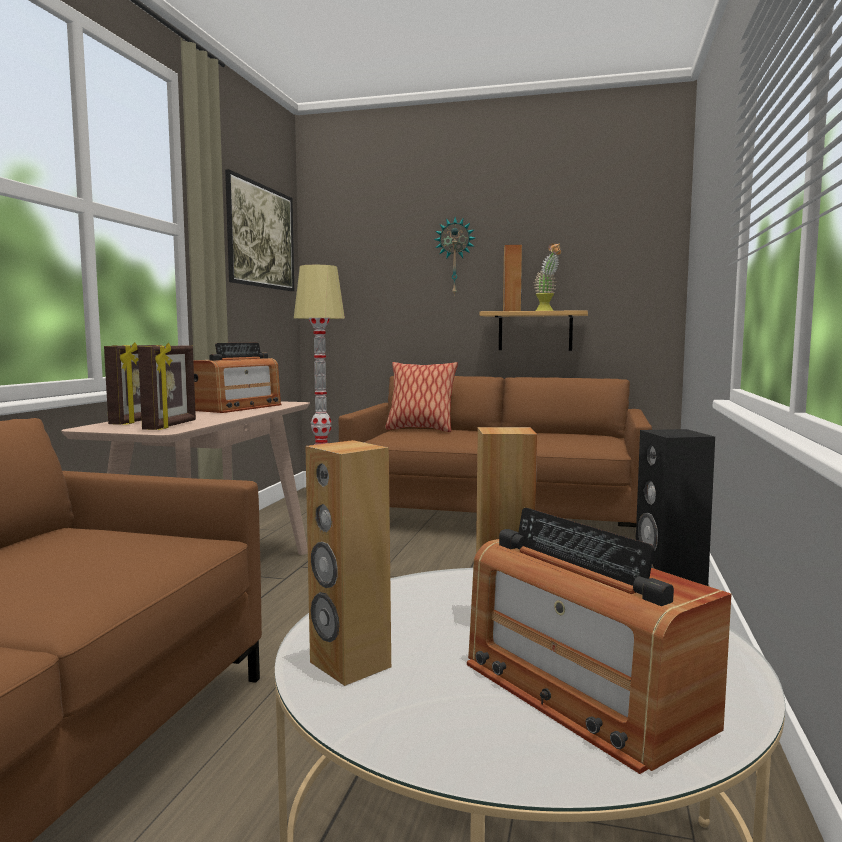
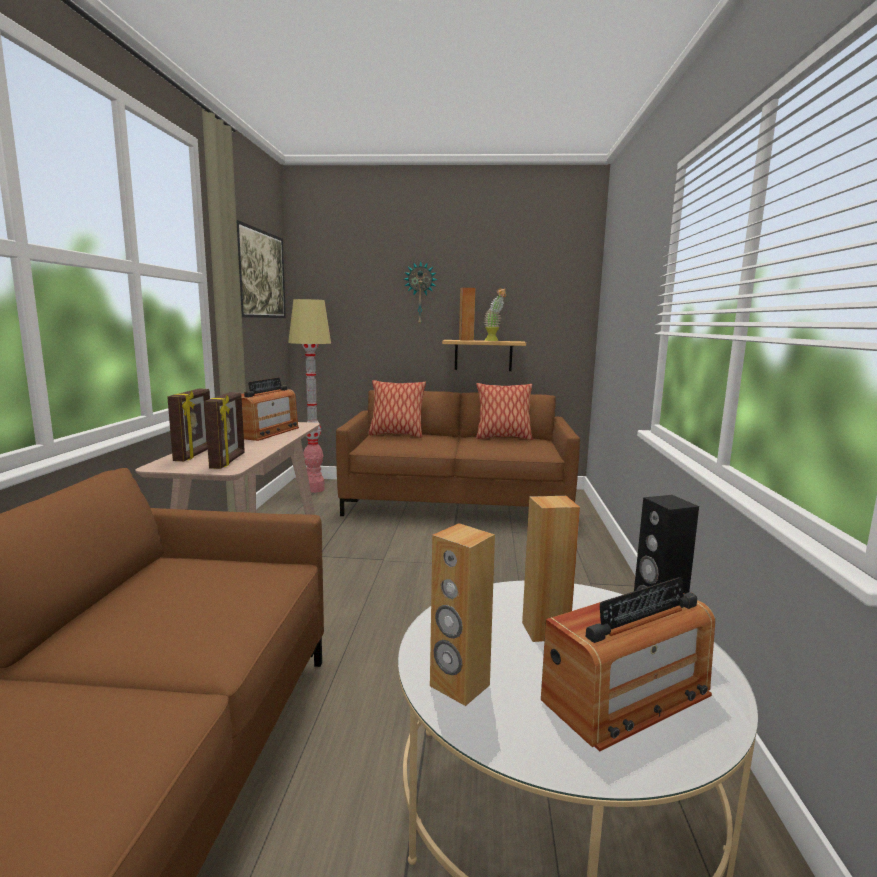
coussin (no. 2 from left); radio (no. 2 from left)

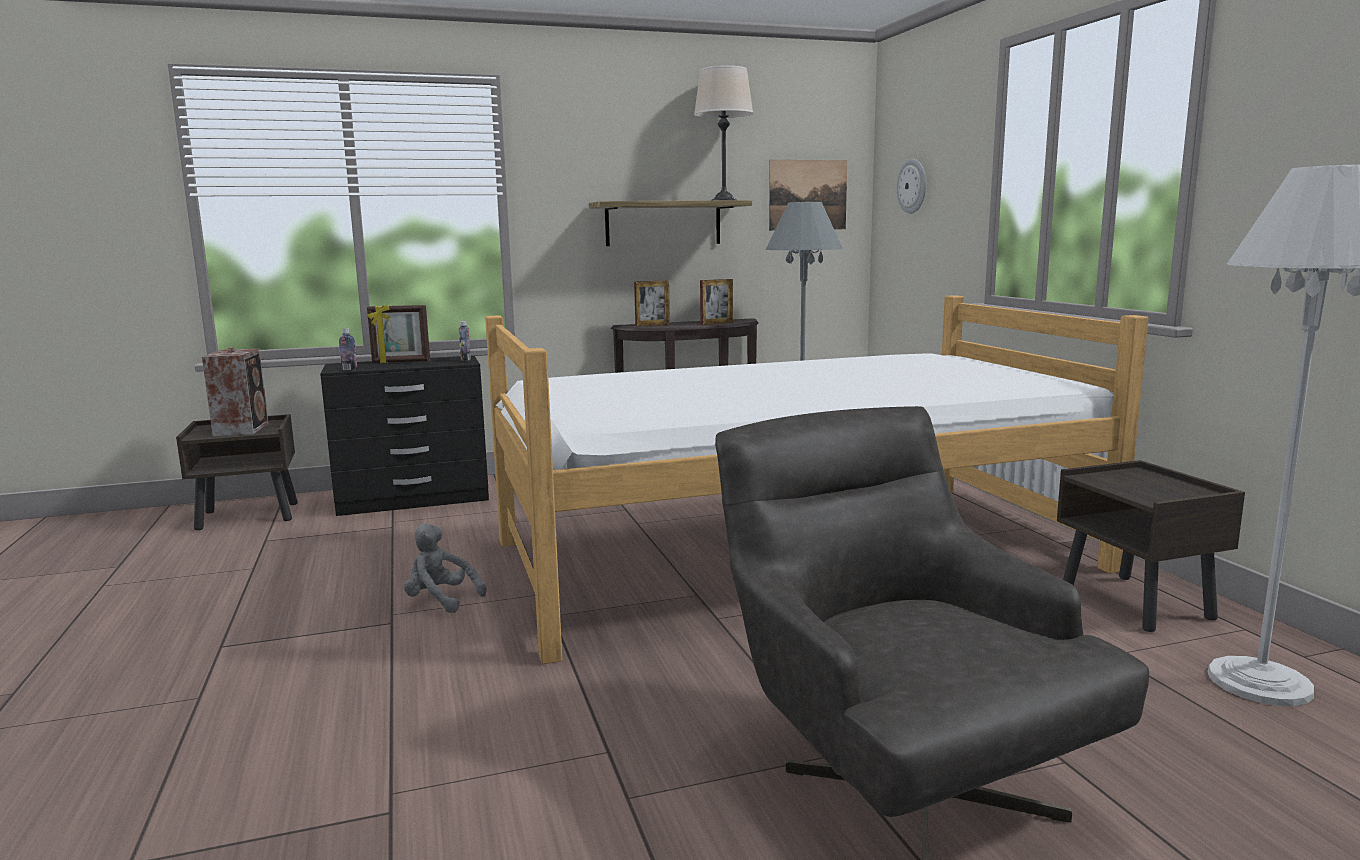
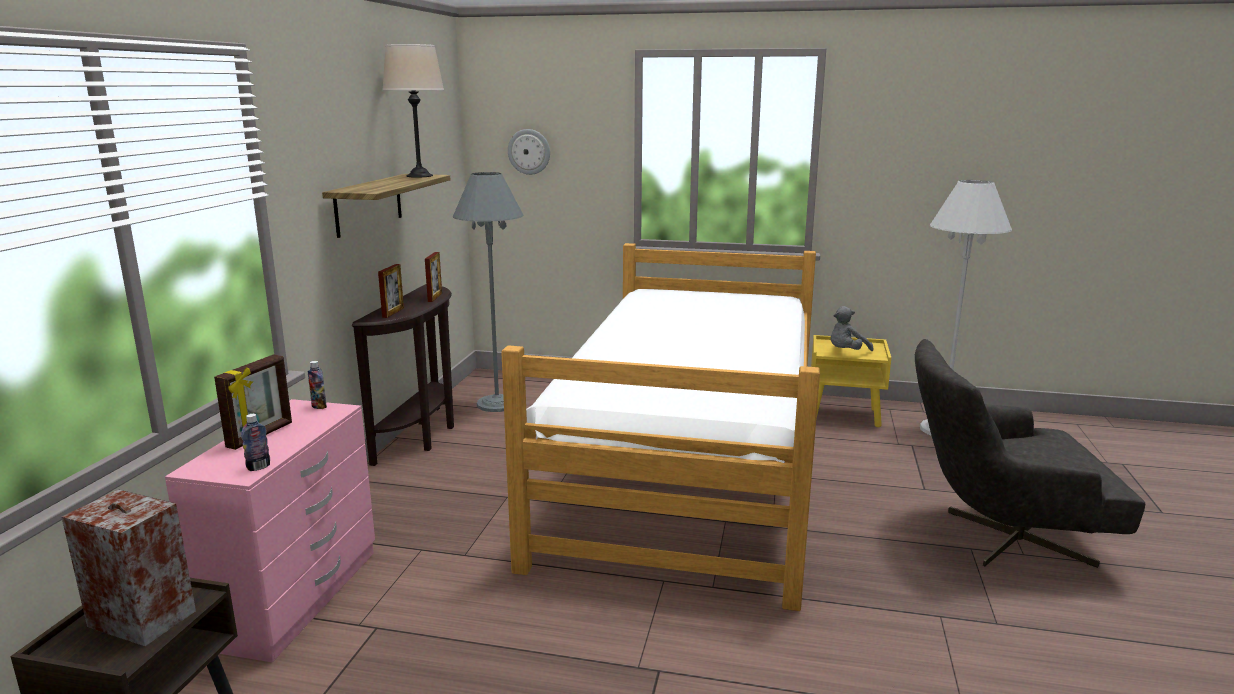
tableau; peluche/gris; commode/rose; table de chevet/jaune

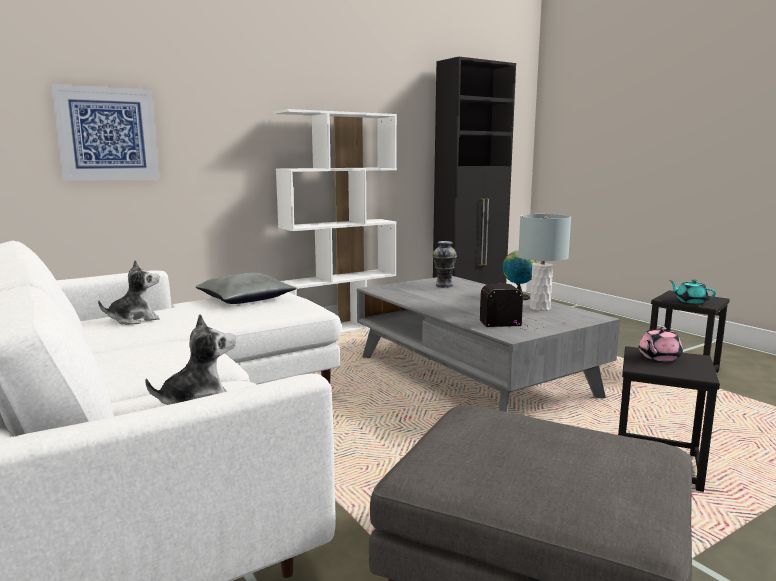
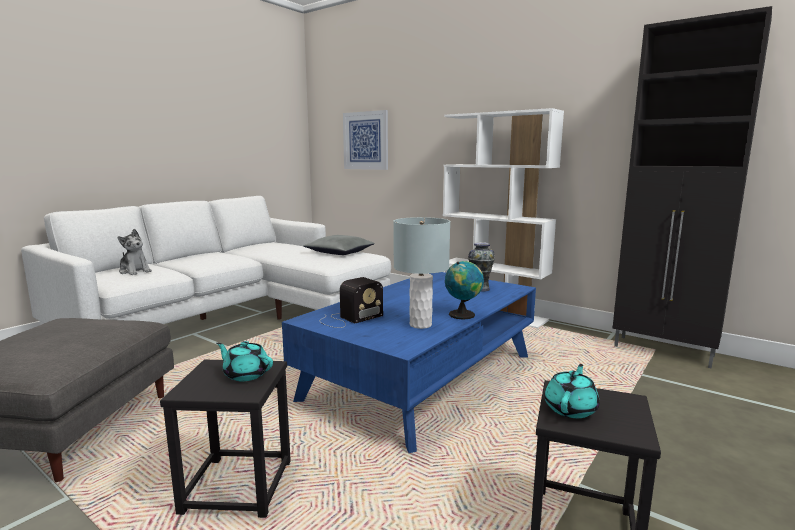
peluche (no. 1 from left in the first image); table basse/bleu; théière/turquoise (no. 1 from left); radio

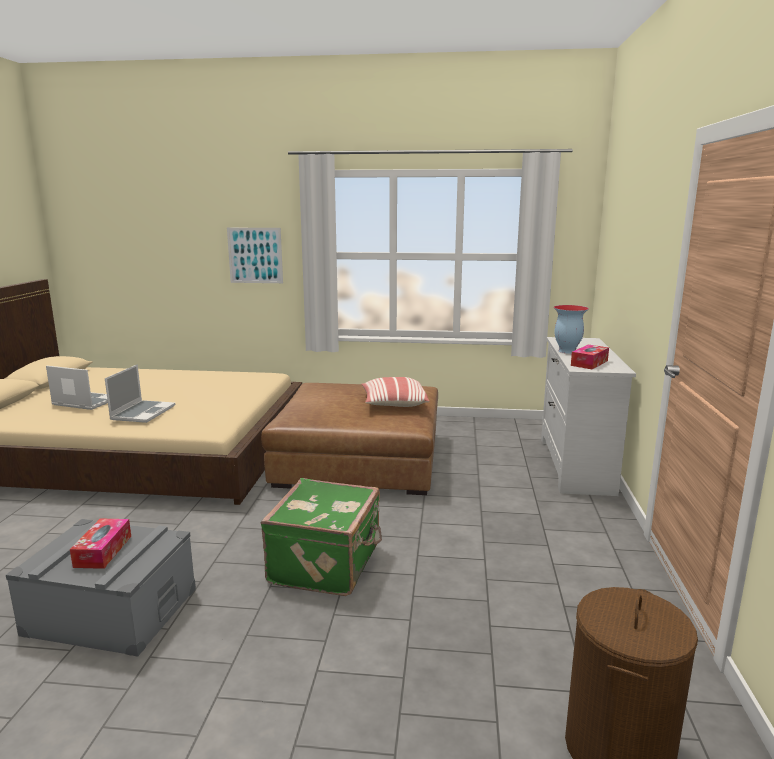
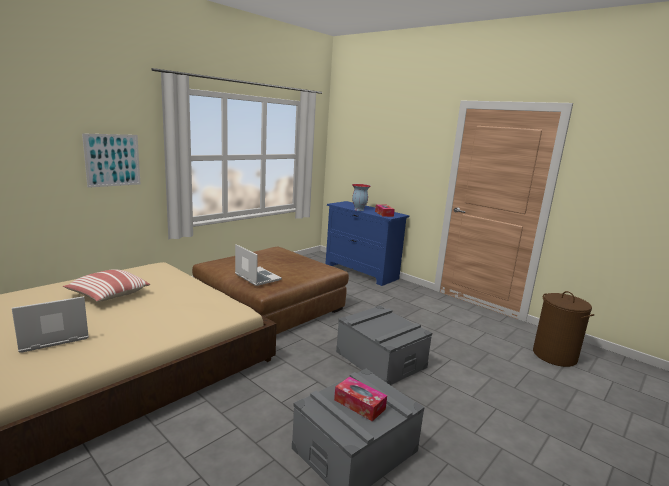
ordinateur portable (no. 2 from left); coussin; boîte de rangement/gris (no. 2 from left); commode/bleu

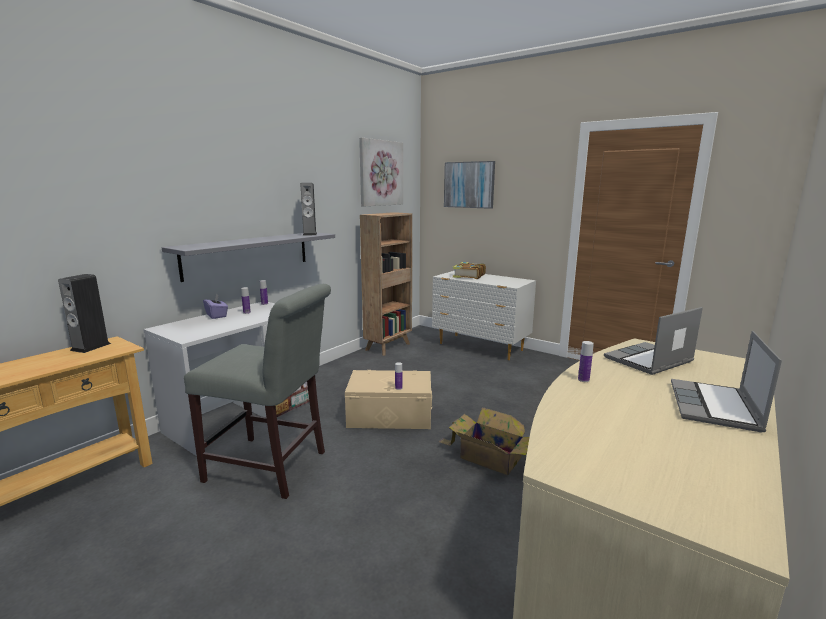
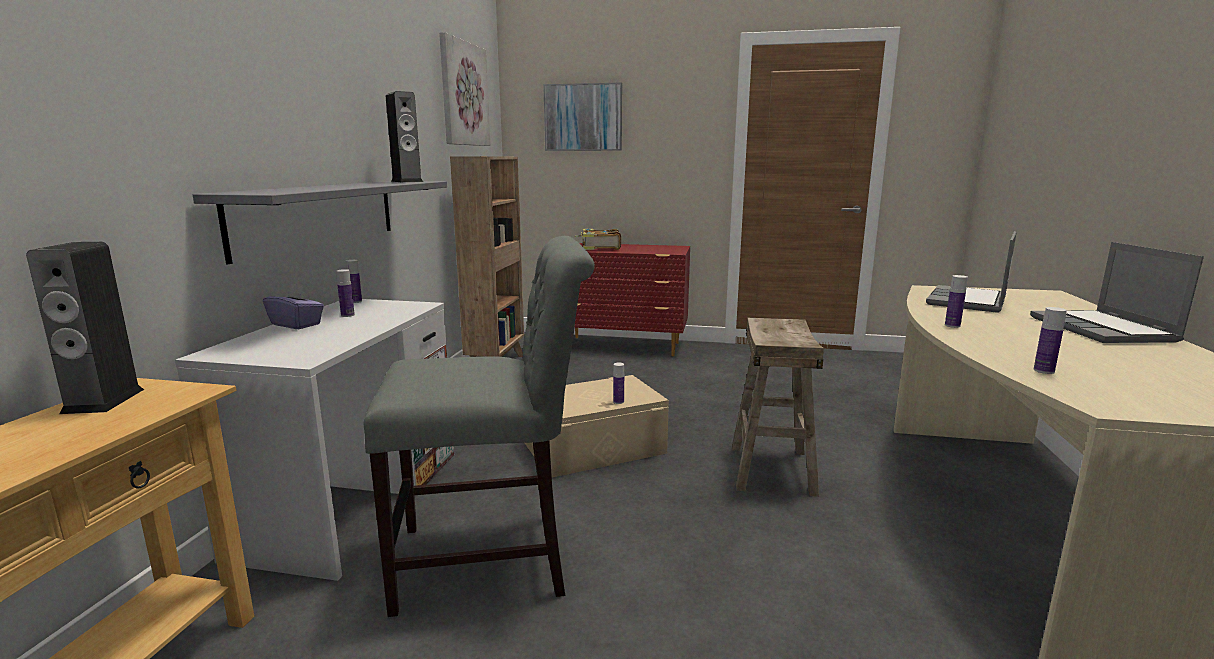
bouteille (no. 5 from left); tabouret/beige; commode/rouge

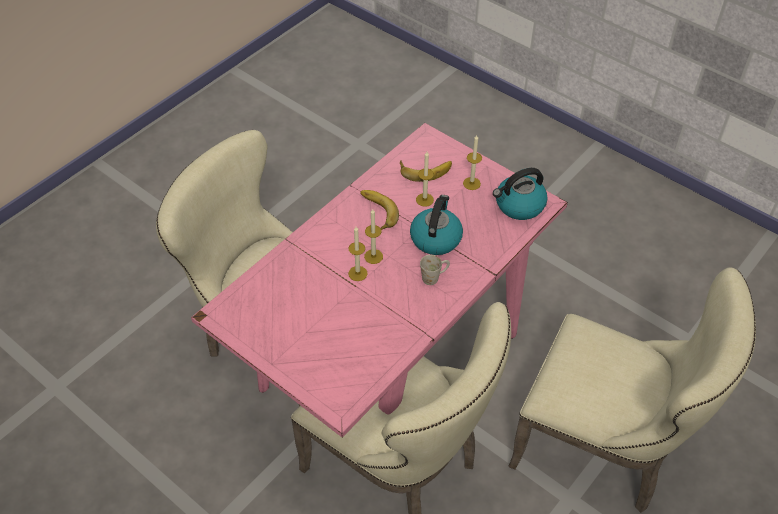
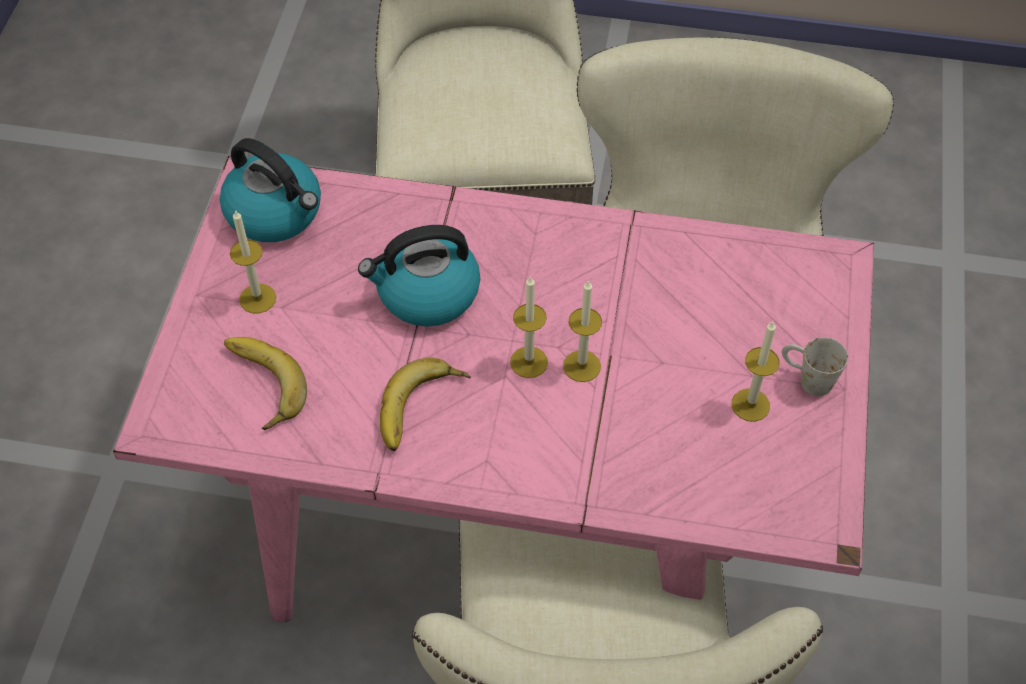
bougie (no. 4 from left); mug/blanc

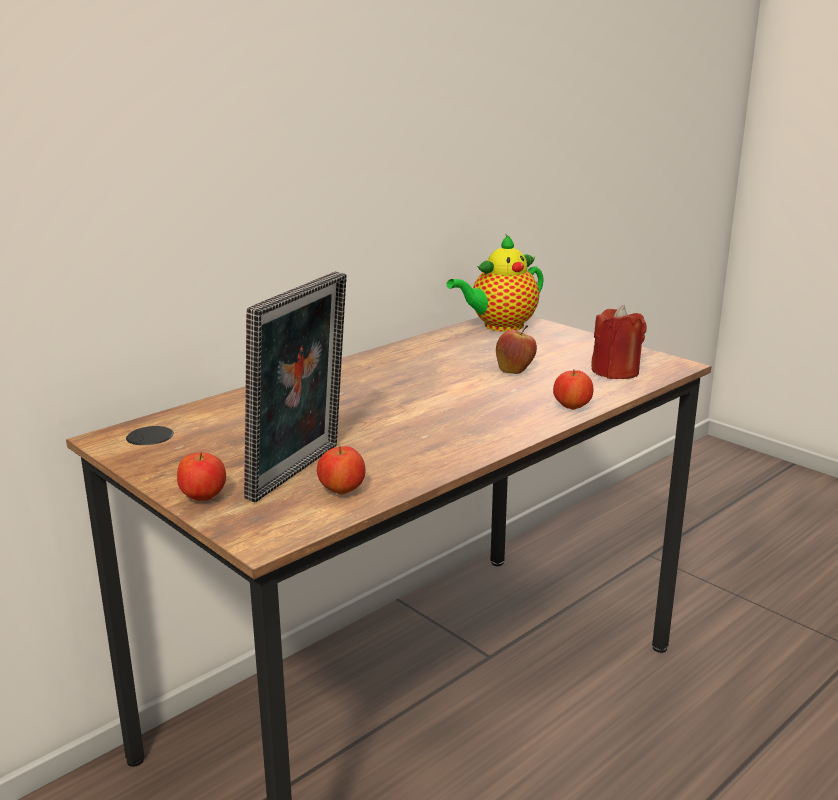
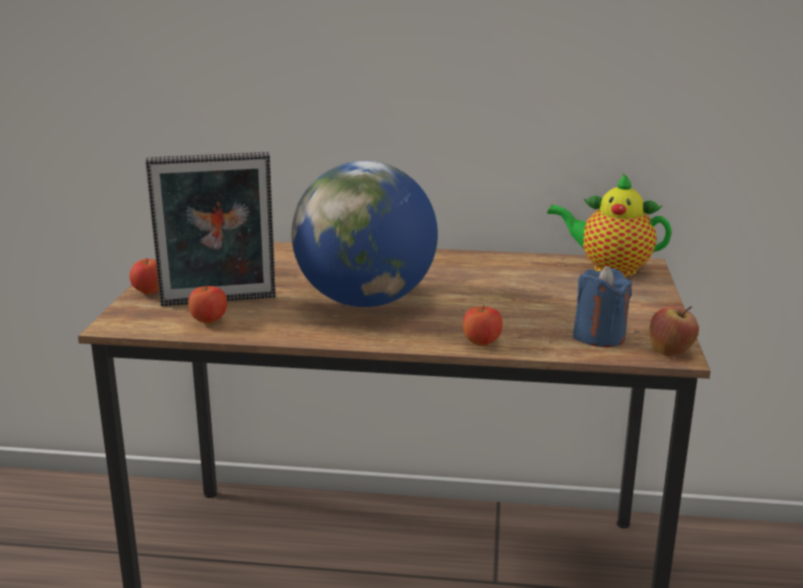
globe; pomme (no. 4 from left); bougie/bleu

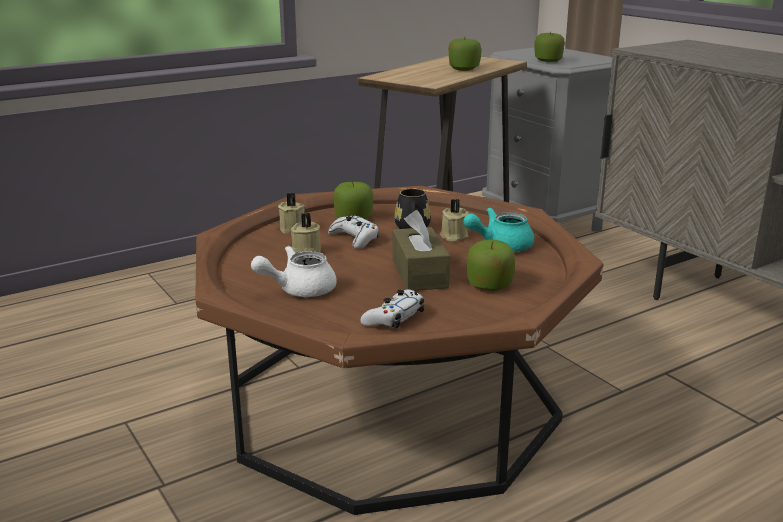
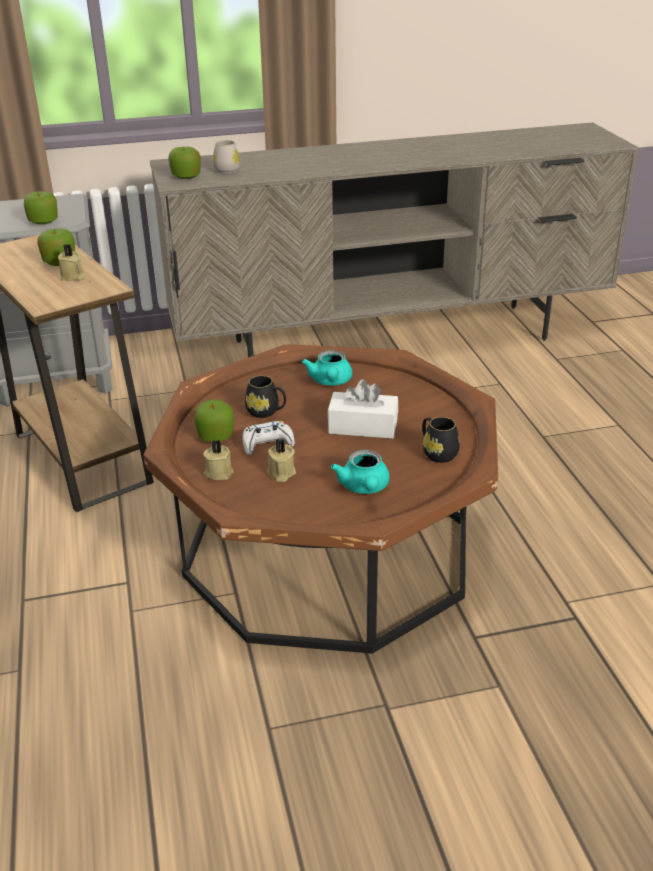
mug/blanc; bougie/beige (no. 1 from left); pomme (no. 3 from left); mug/noir (no. 2 from left); théière/turquoise (no. 2 from left); boîte à mouchoirs/blanc

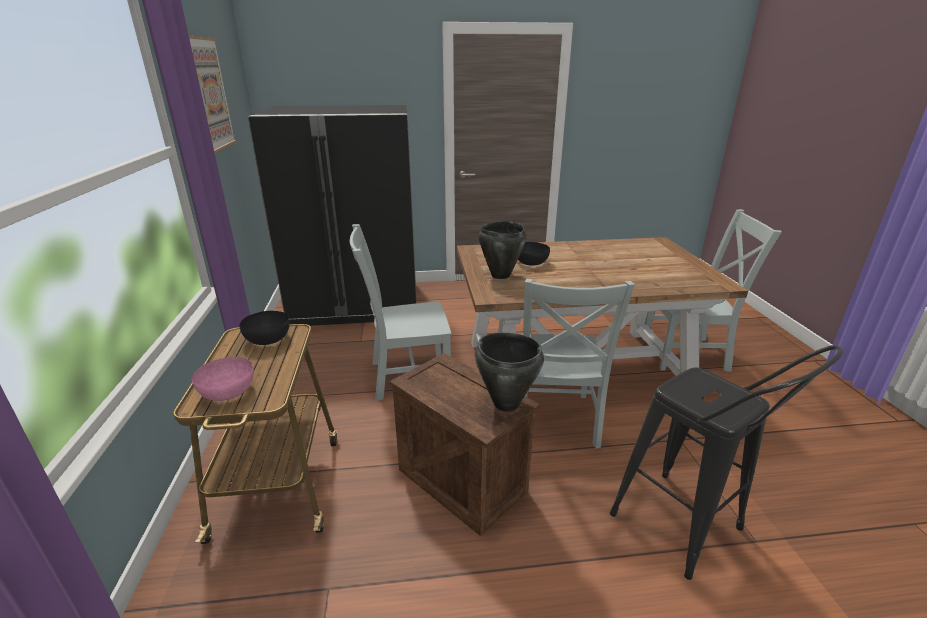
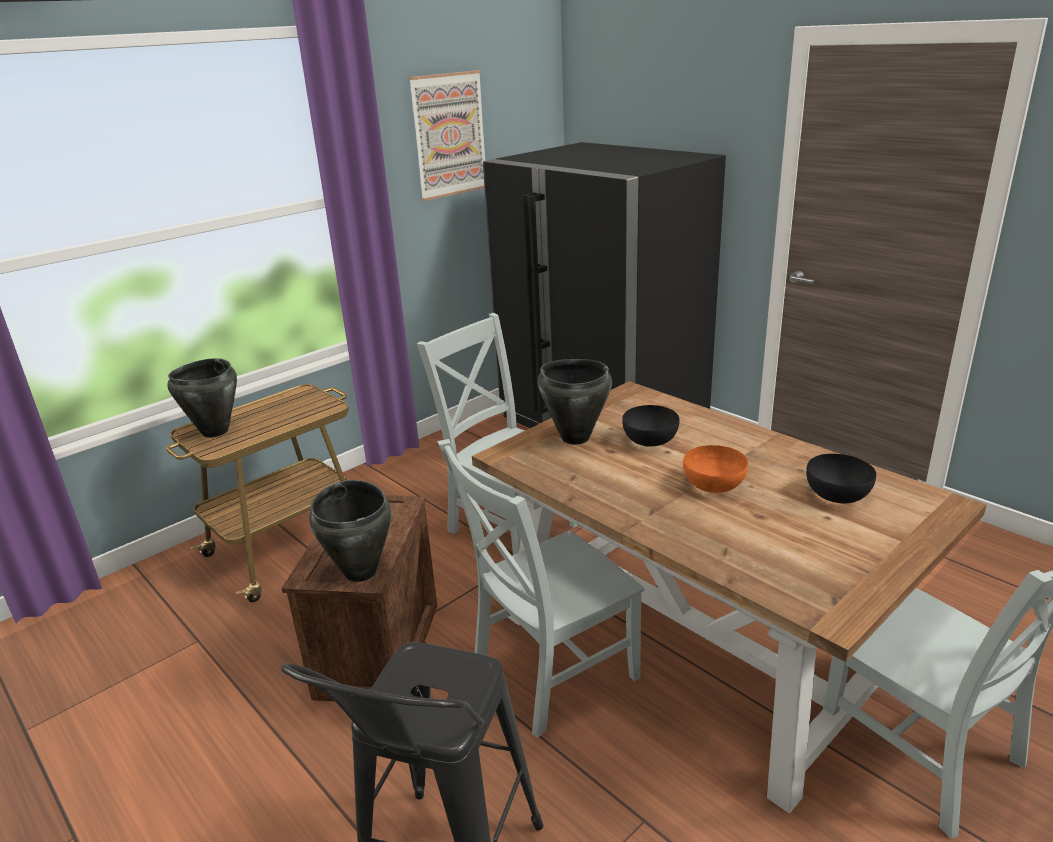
bol/orange; bol/noir (no. 2 from left); marmite/noir (no. 1 from left)

